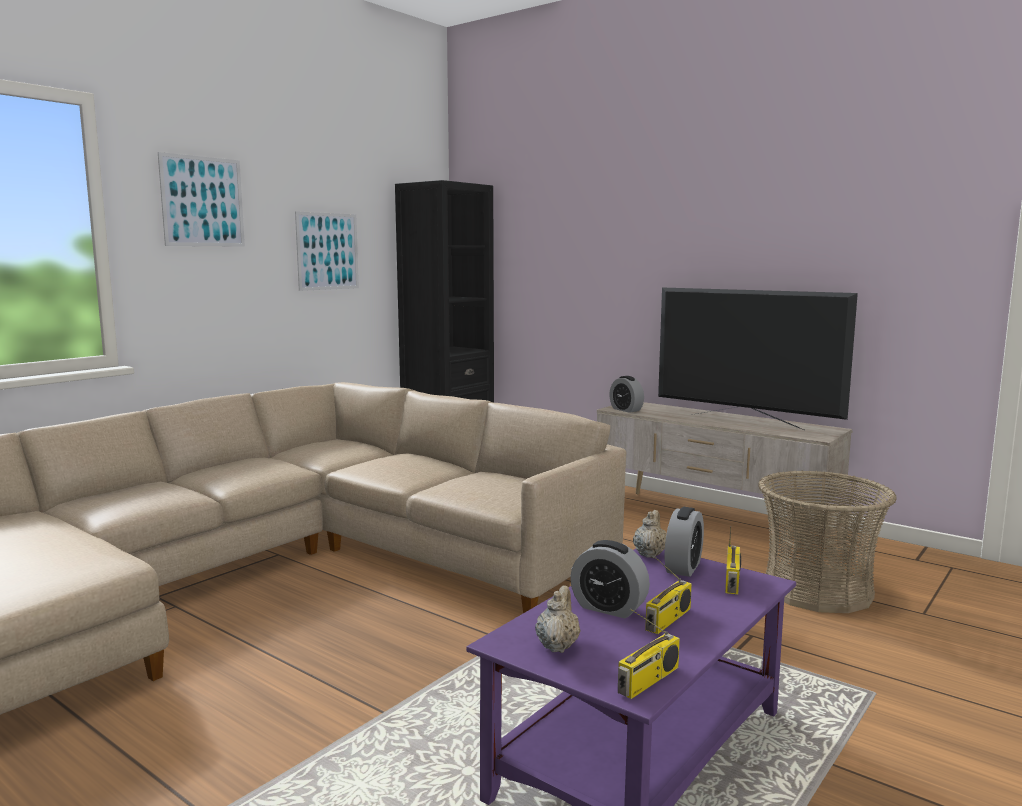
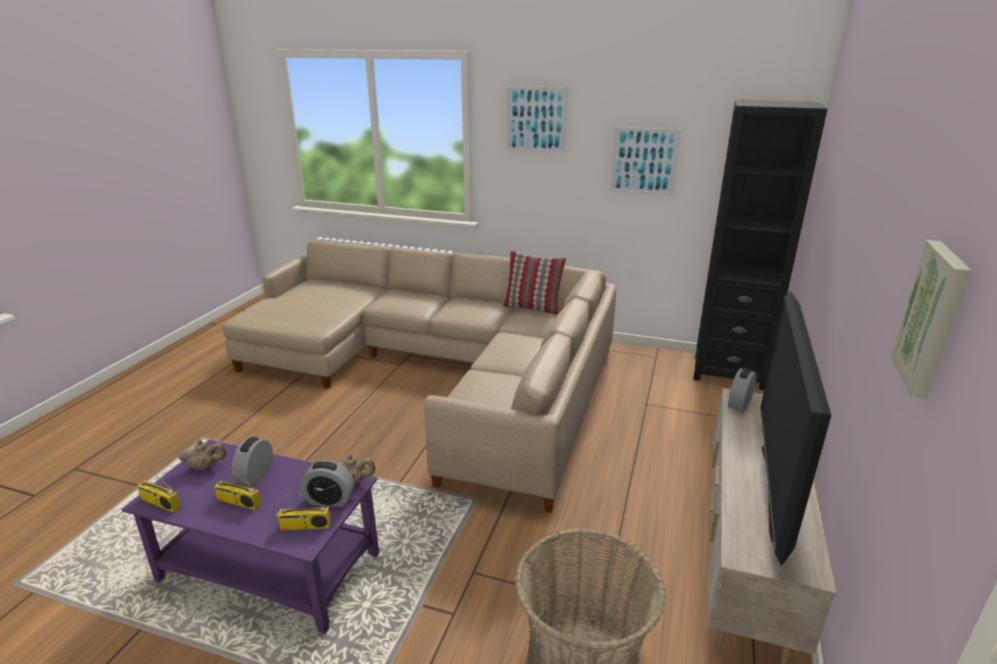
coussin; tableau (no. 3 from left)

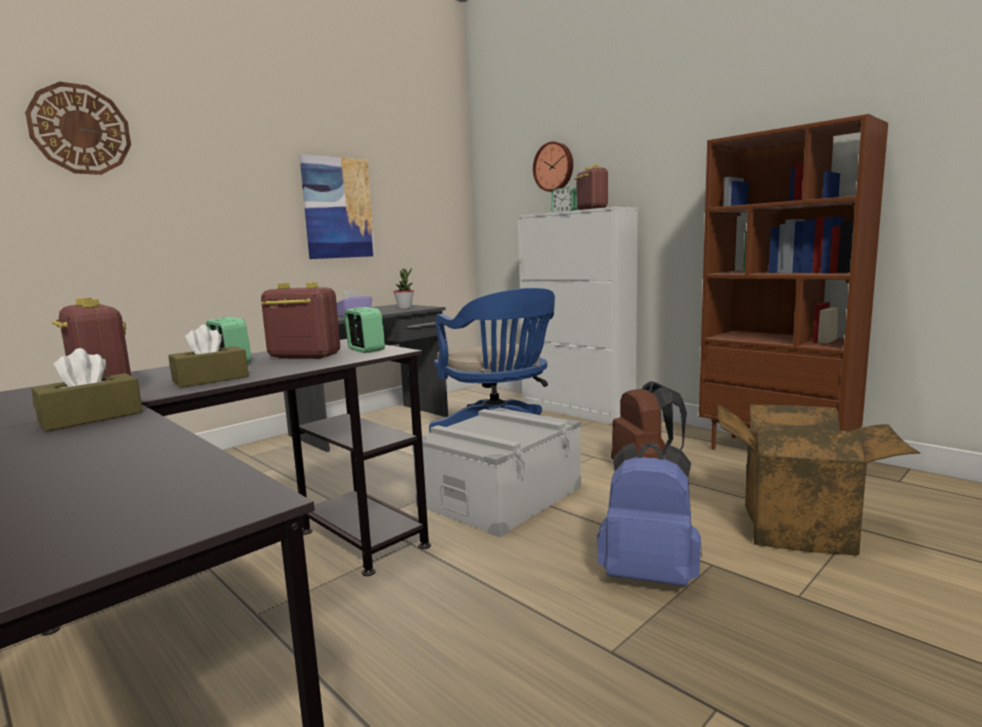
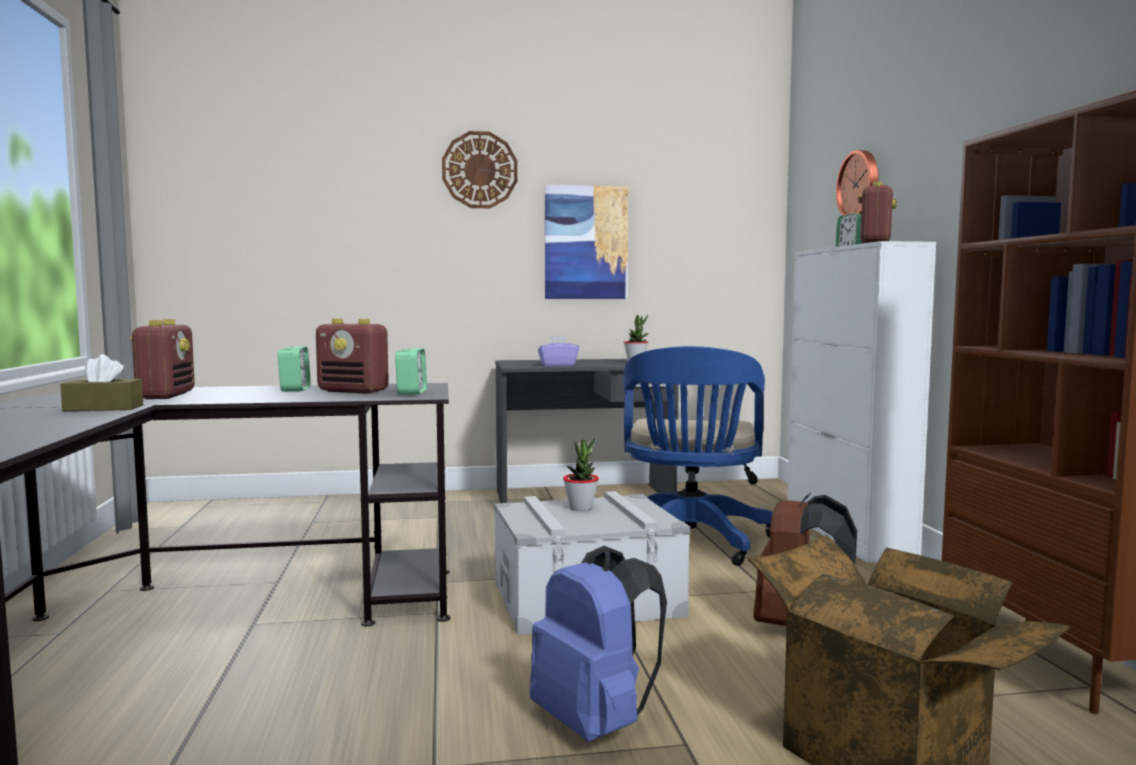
boîte à mouchoirs/marron (no. 2 from left in the first image); plante en pot (no. 1 from left); horloge murale (no. 1 from left); radio (no. 2 from left)

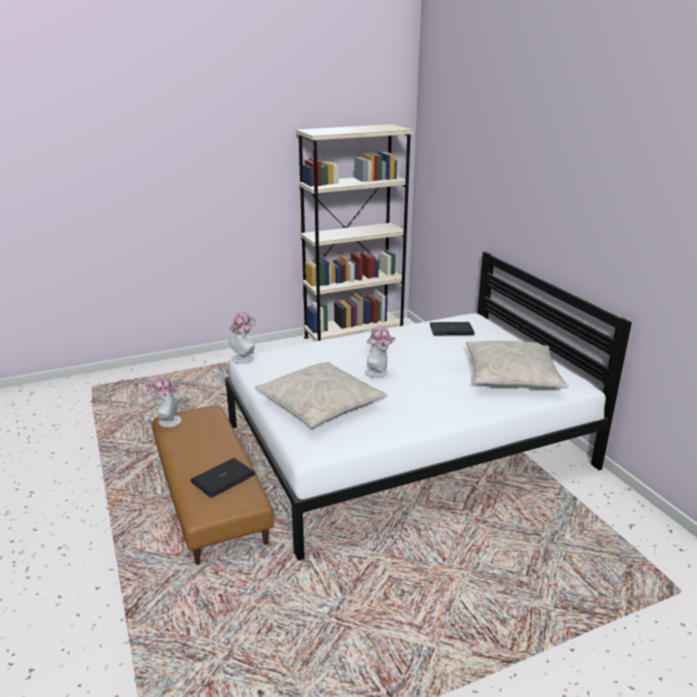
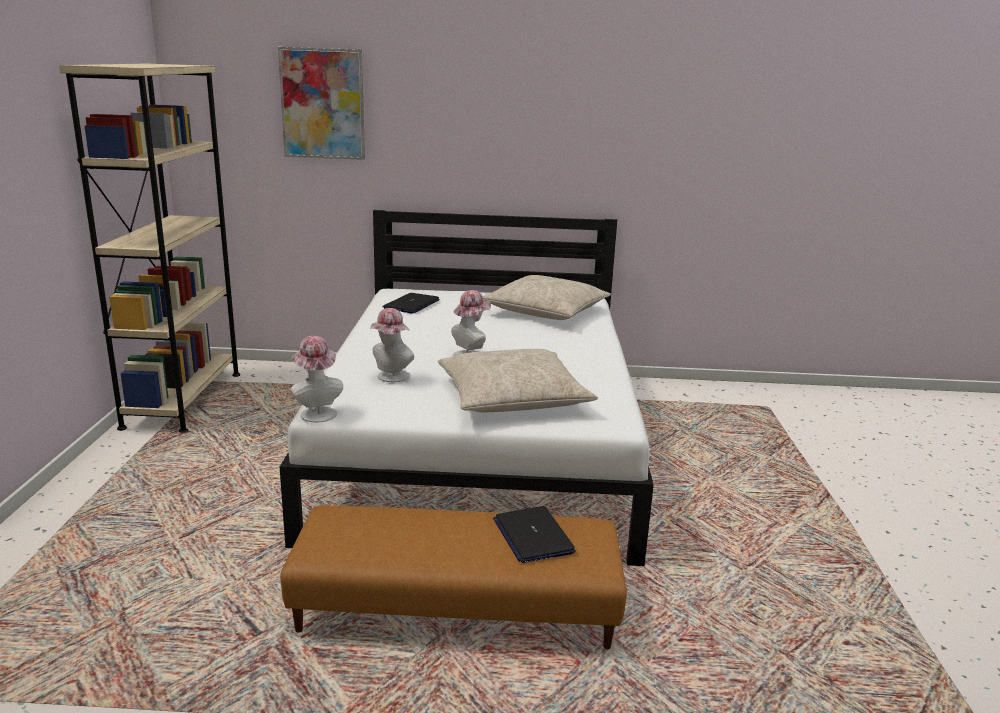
tableau; chapeau (no. 2 from left)

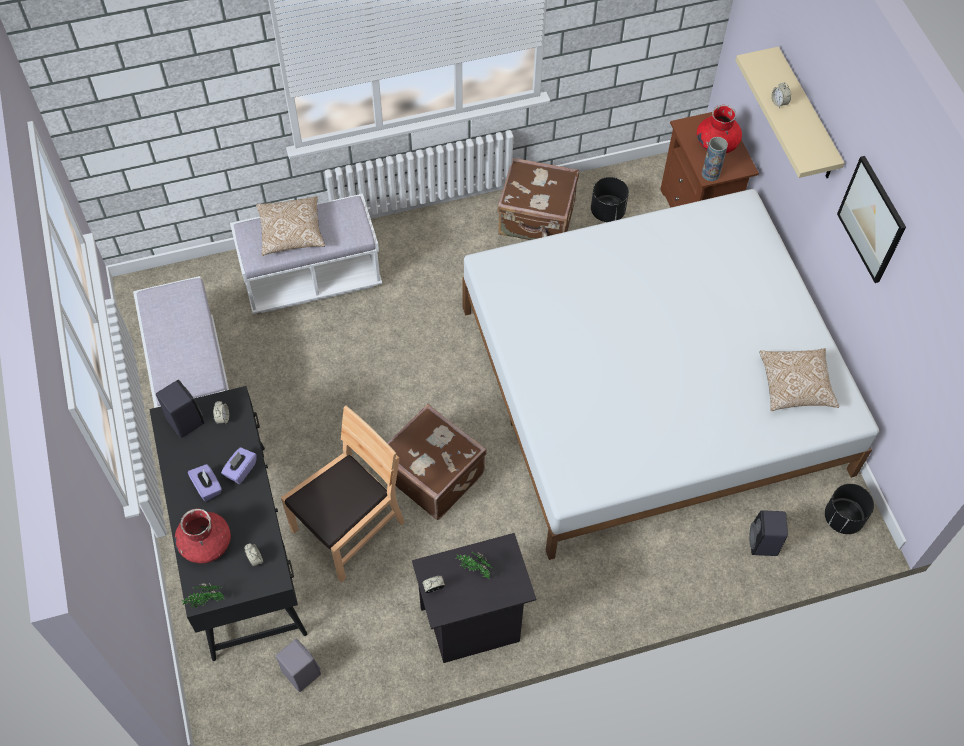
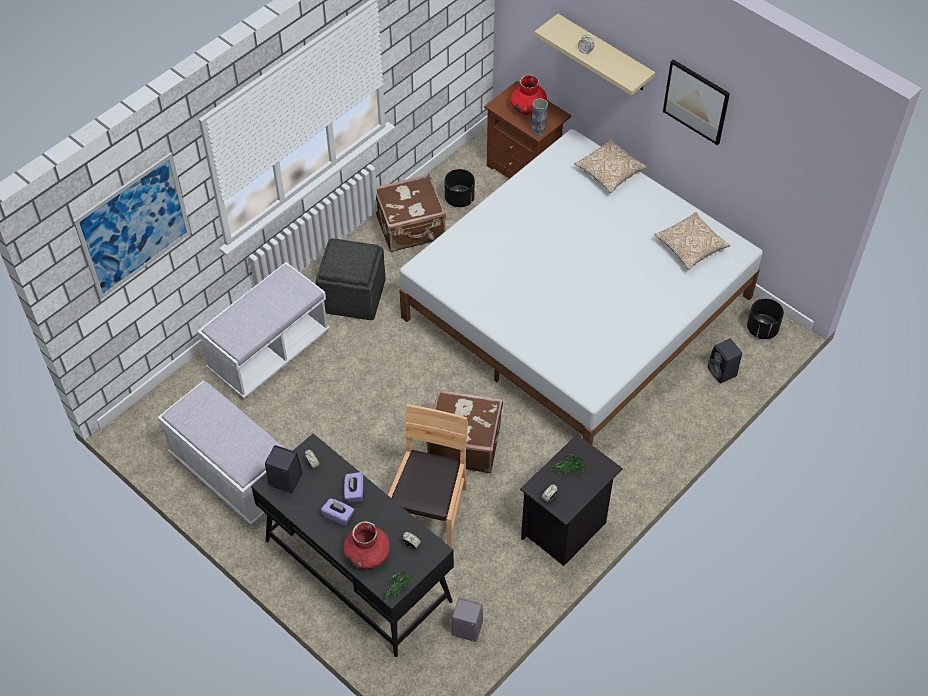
tableau (no. 1 from left); pouf/gris; coussin (no. 1 from left)

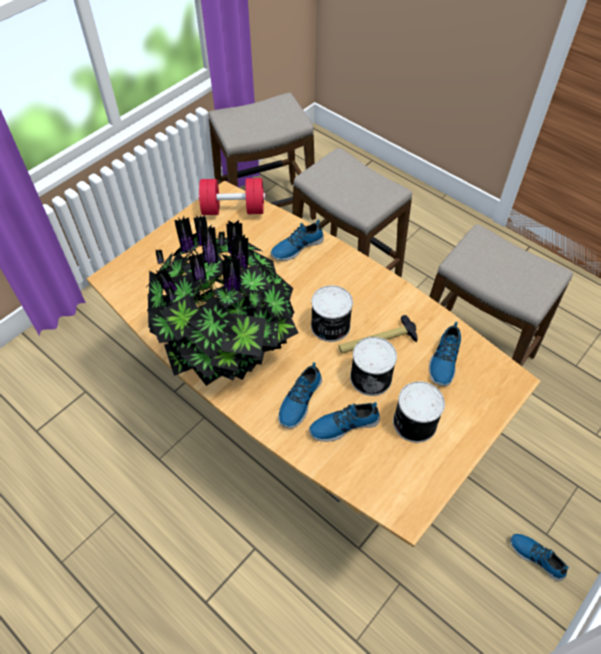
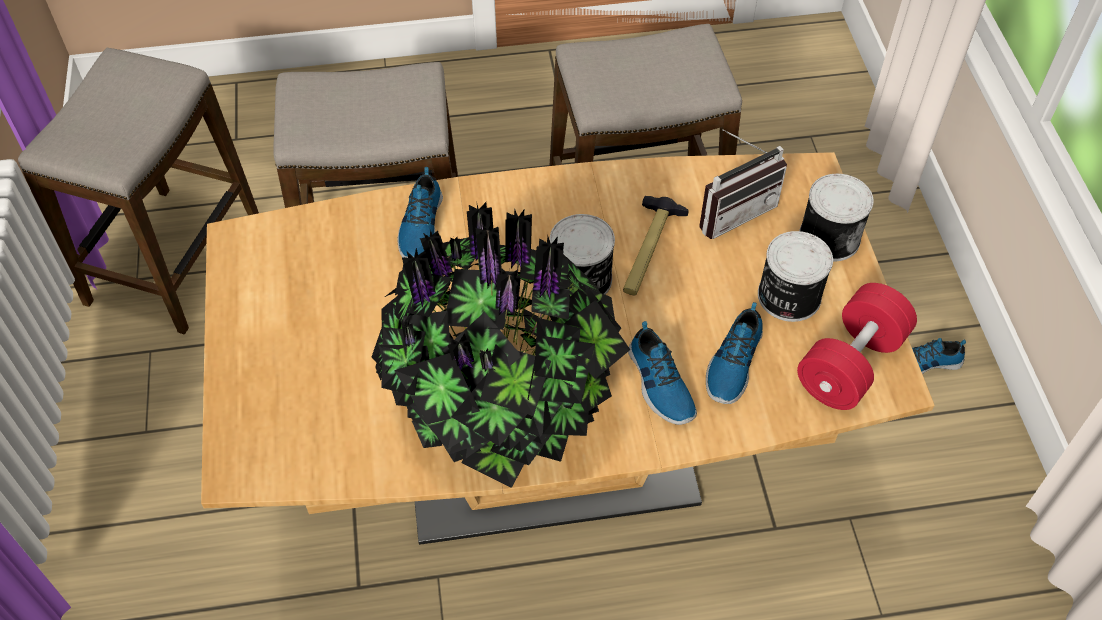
haltère/rouge; boîte métallique (no. 3 from left); radio

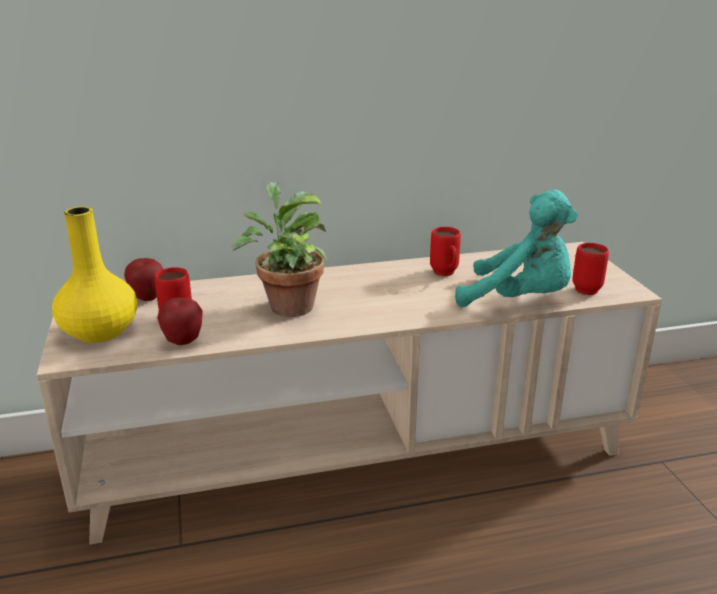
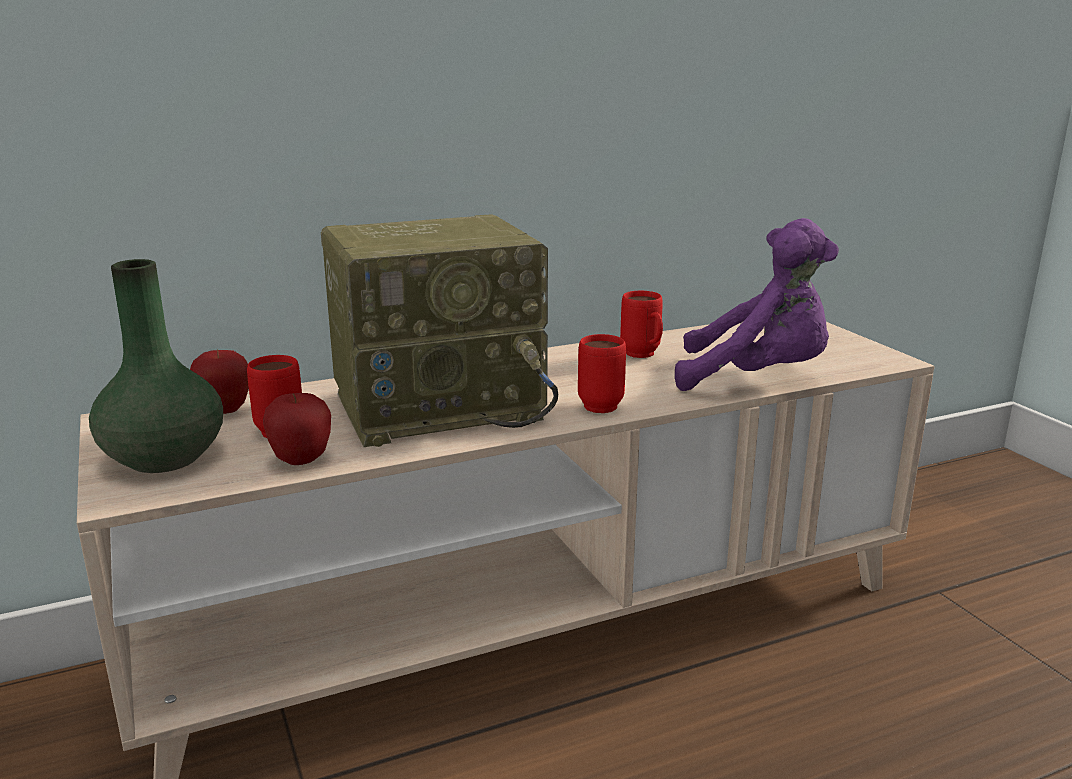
mug/rouge (no. 2 from left); radio; vase/vert; peluche/violet

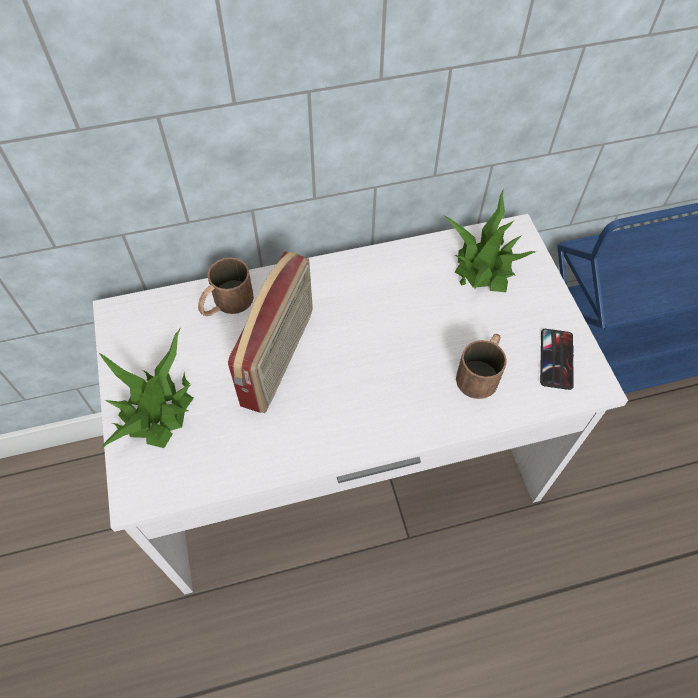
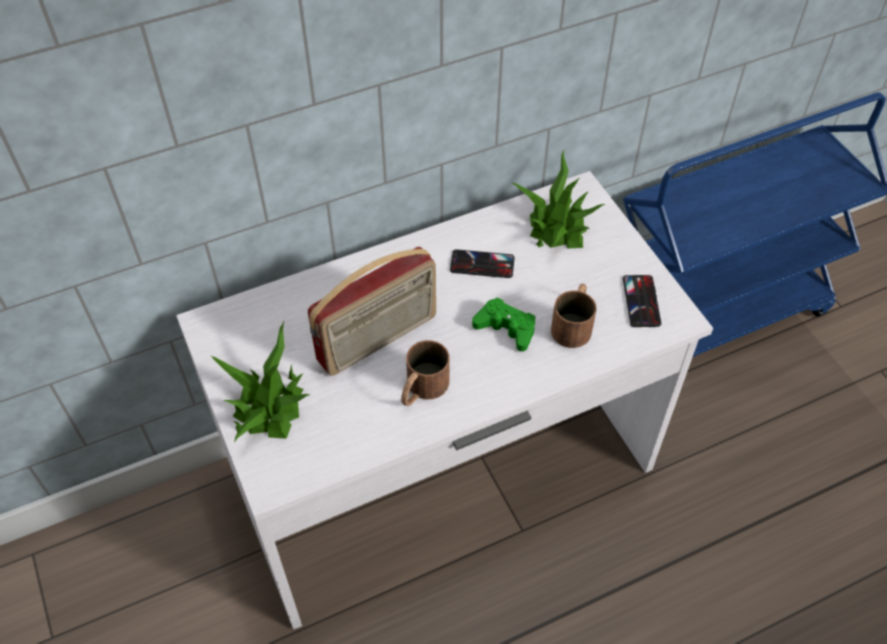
téléphone (no. 1 from left); manette/vert; mug/marron (no. 1 from left); radio

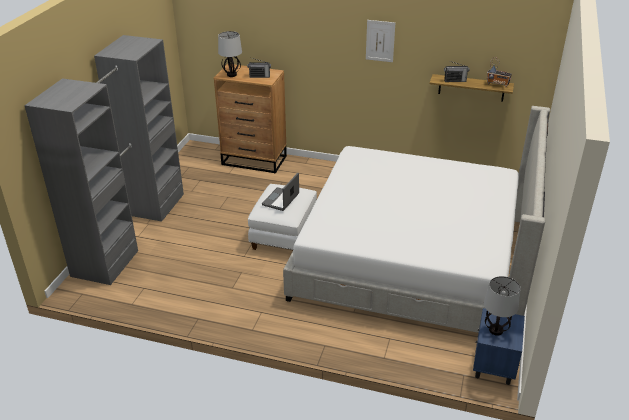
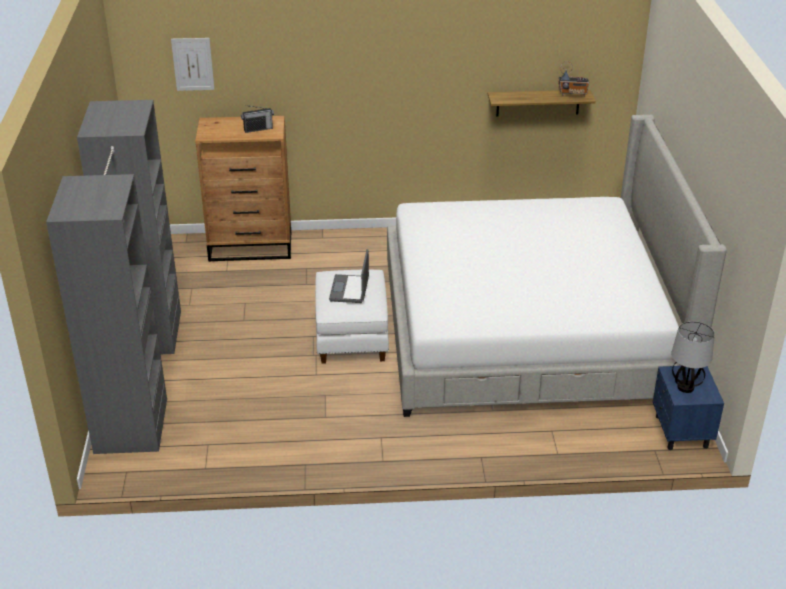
lampe de table (no. 1 from left in the first image); radio (no. 2 from left in the first image); tableau

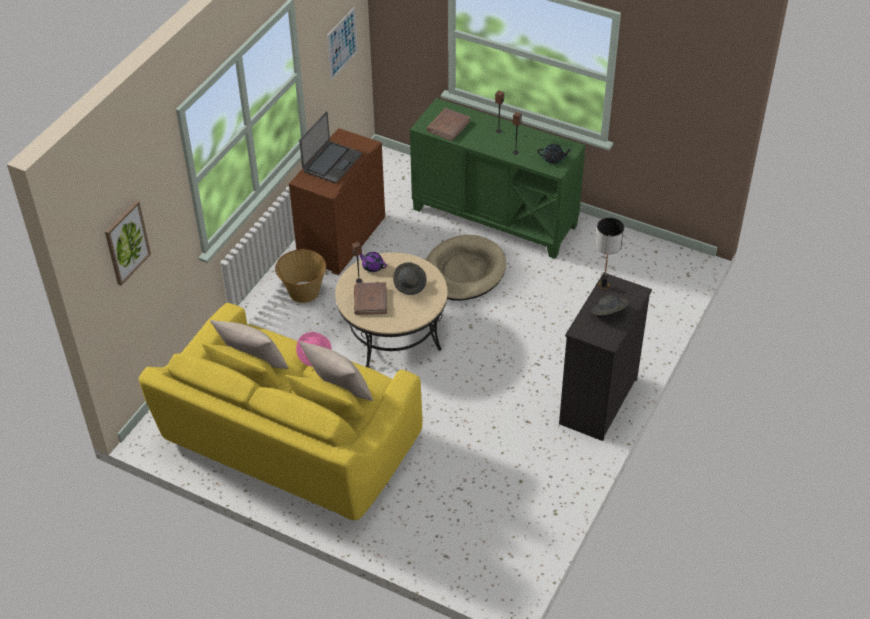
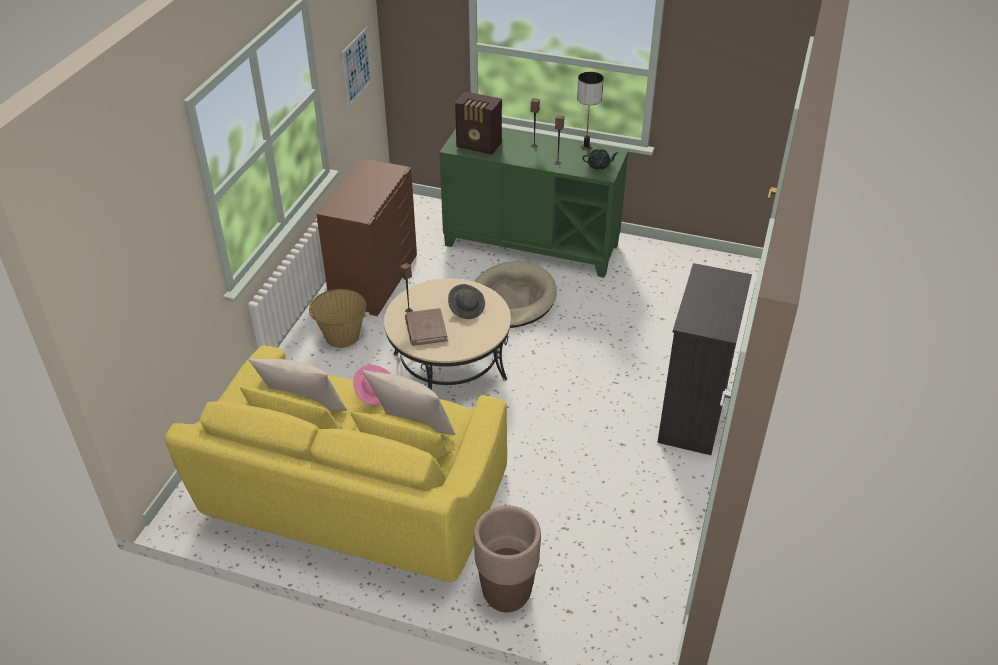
tableau (no. 1 from left in the first image); ordinateur portable; théière/violet; chapeau/gris (no. 2 from left in the first image); cache-pot/marron; lampe de table; radio

